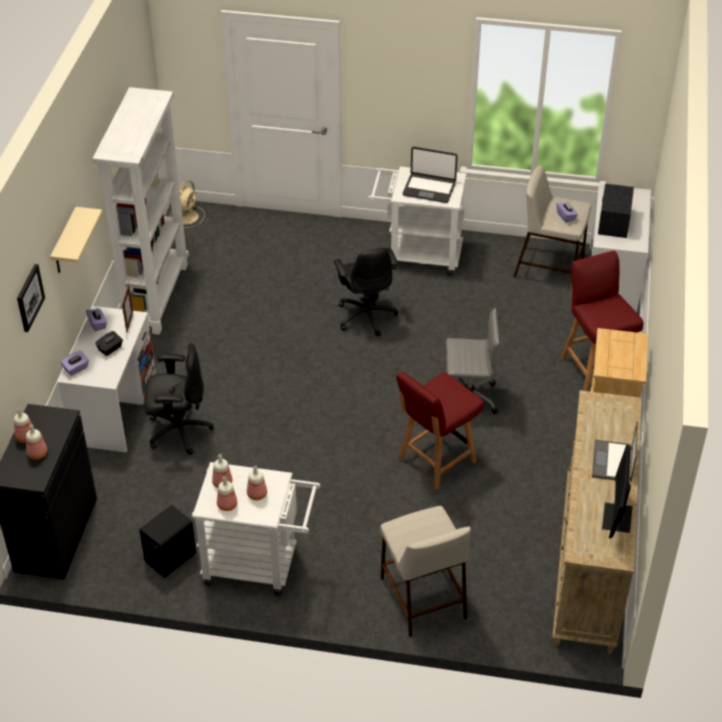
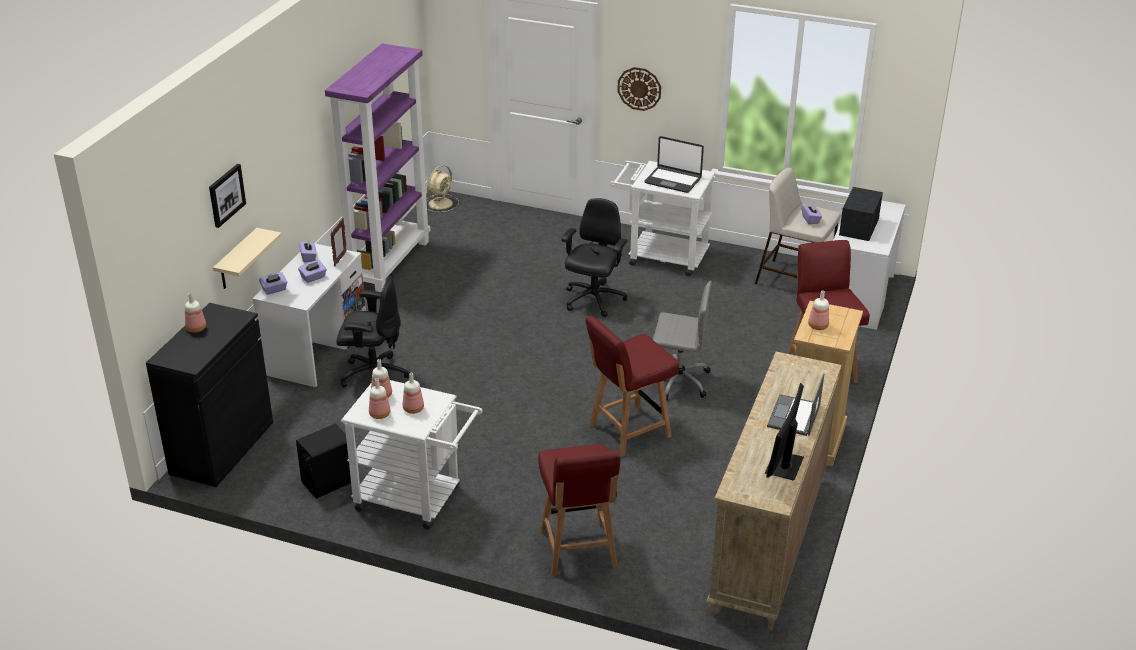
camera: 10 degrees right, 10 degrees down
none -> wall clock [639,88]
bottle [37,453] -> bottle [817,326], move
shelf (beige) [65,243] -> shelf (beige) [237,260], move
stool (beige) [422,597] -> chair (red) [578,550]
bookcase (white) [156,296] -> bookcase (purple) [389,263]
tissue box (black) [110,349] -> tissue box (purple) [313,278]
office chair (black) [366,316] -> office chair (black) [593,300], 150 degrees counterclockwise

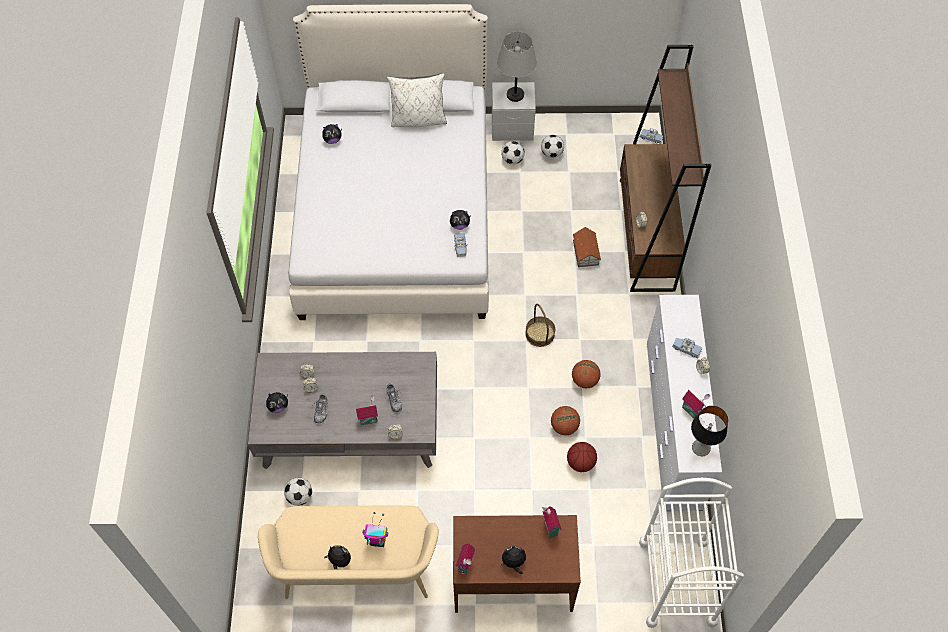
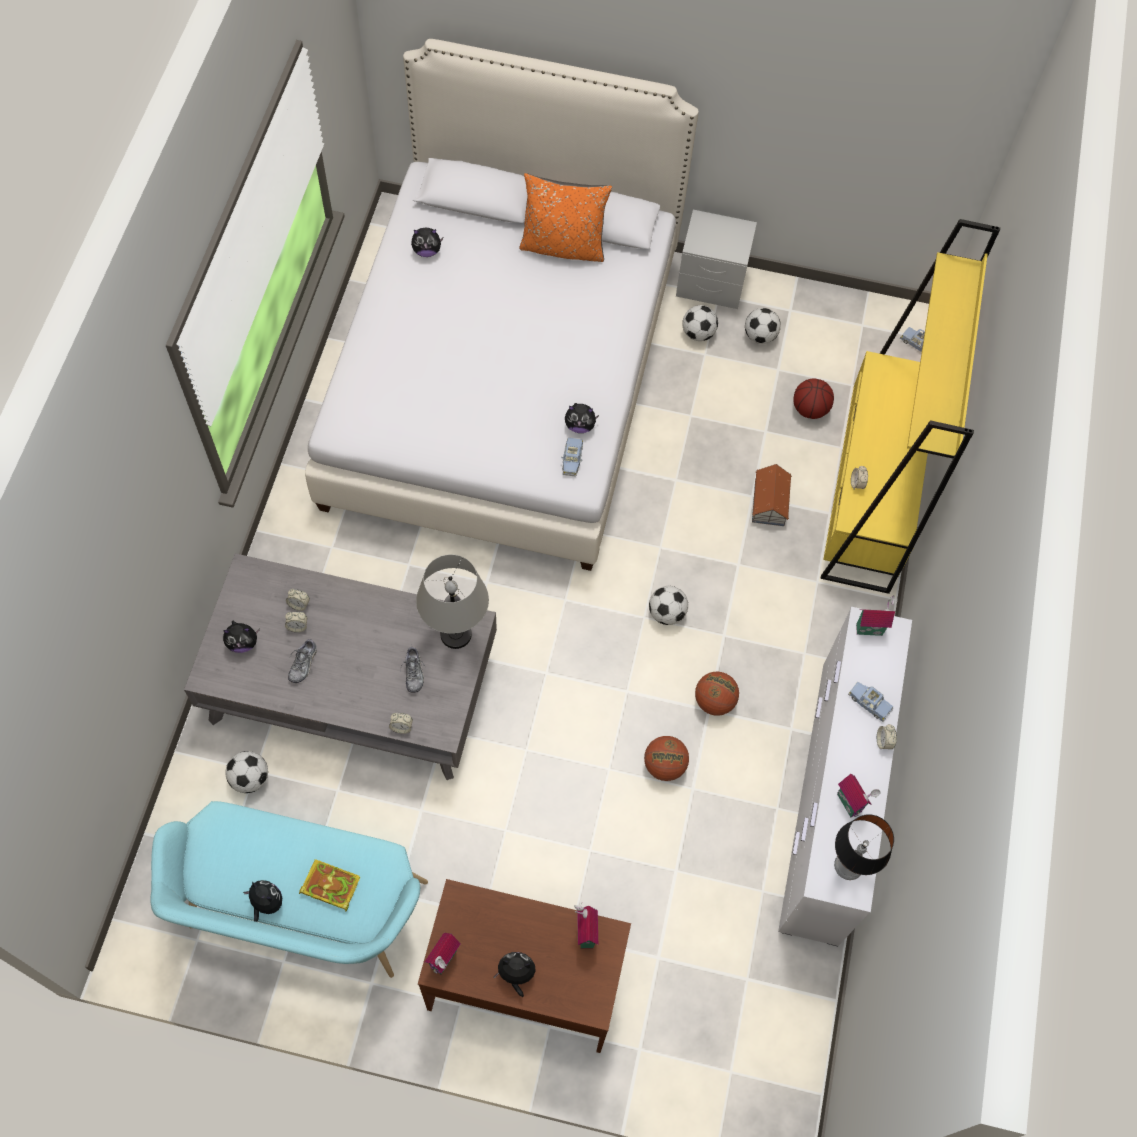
camera: 10 degrees right, 5 degrees up
cart (white) [677,581] -> none
toy house [368,419] -> toy house [869,628], move
table lamp (grey) [515,95] -> table lamp (grey) [455,634], move
basketball [580,462] -> basketball [809,409], move
toy robot [377,541] -> book [329,886]
basket [540,334] -> football [667,613]
bench (beige) [357,572] -> bench (turquoise) [301,913]
pillow (white) [418,119] -> pillow (orange) [563,246]
bookcase (brown) [646,234] -> bookcase (yellow) [869,494]

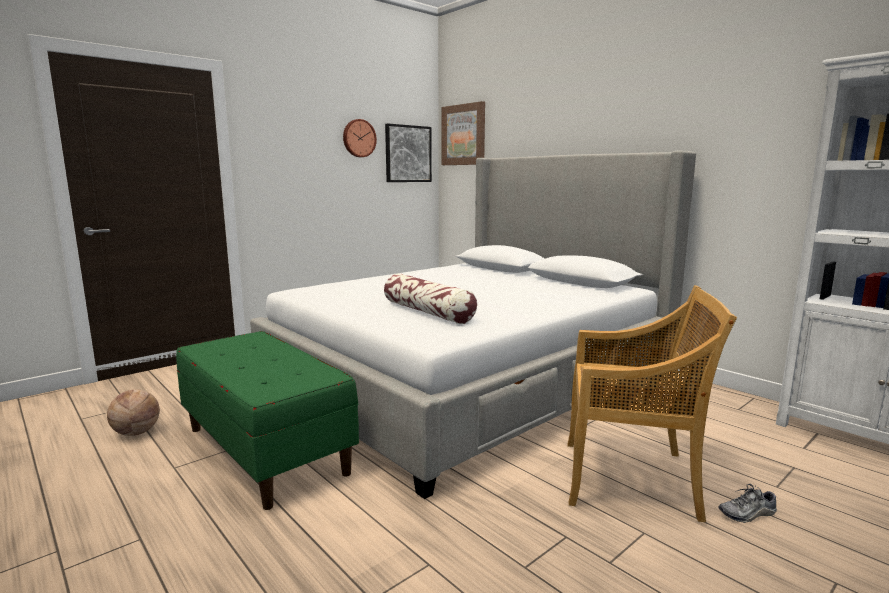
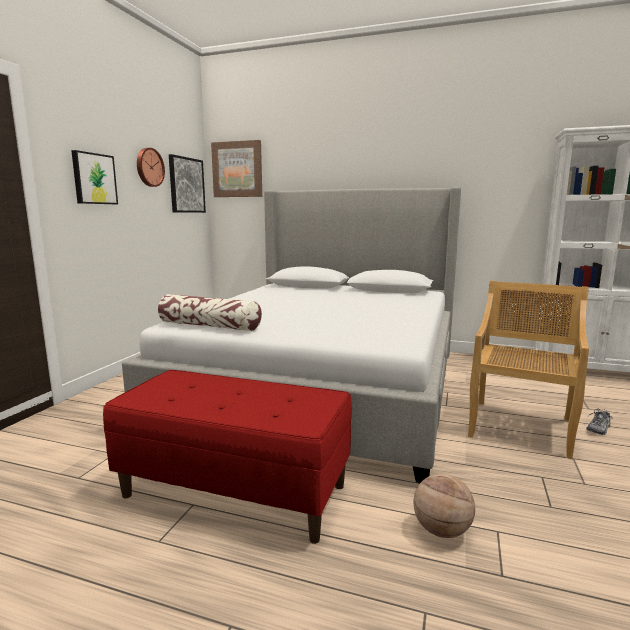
camera: 30 degrees left, 0 degrees up
none -> picture [94,179]
basketball [136,433] -> basketball [442,530], move
pillow [428,312] -> pillow [210,326], move
bench (green) [266,450] -> bench (red) [235,490]
chair (beige) [631,478] -> chair (beige) [520,426], 45 degrees counterclockwise

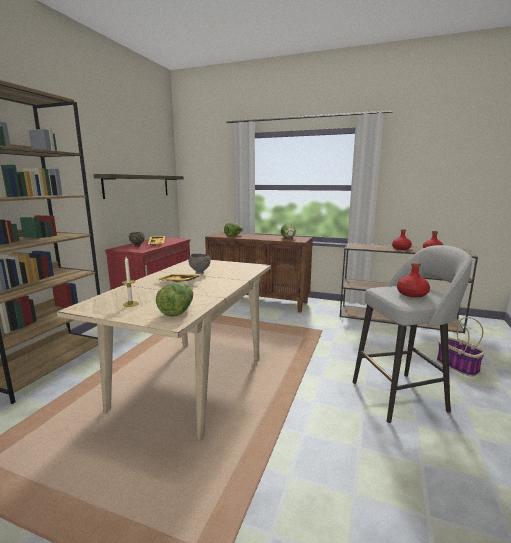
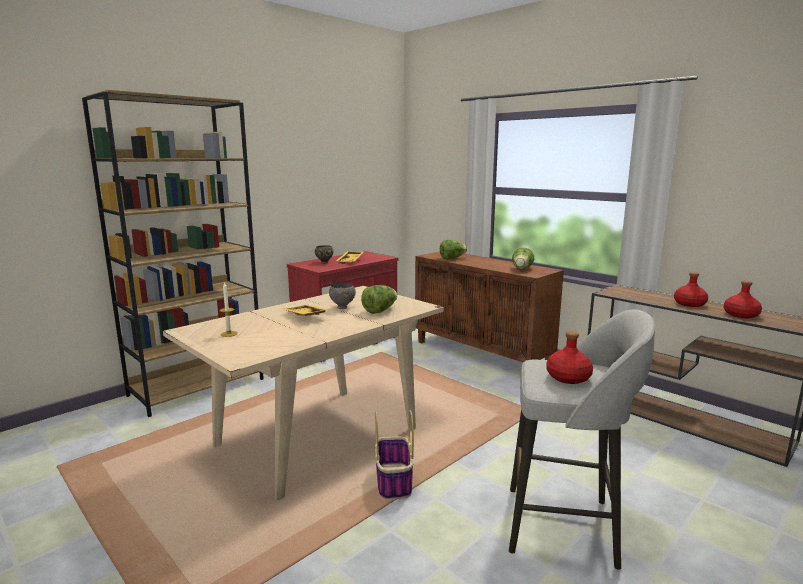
camera: 25 degrees right, 0 degrees up
shelf [138,186] -> none
lettuce [177,311] -> lettuce [380,311], move
basket [458,366] -> basket [394,482], move

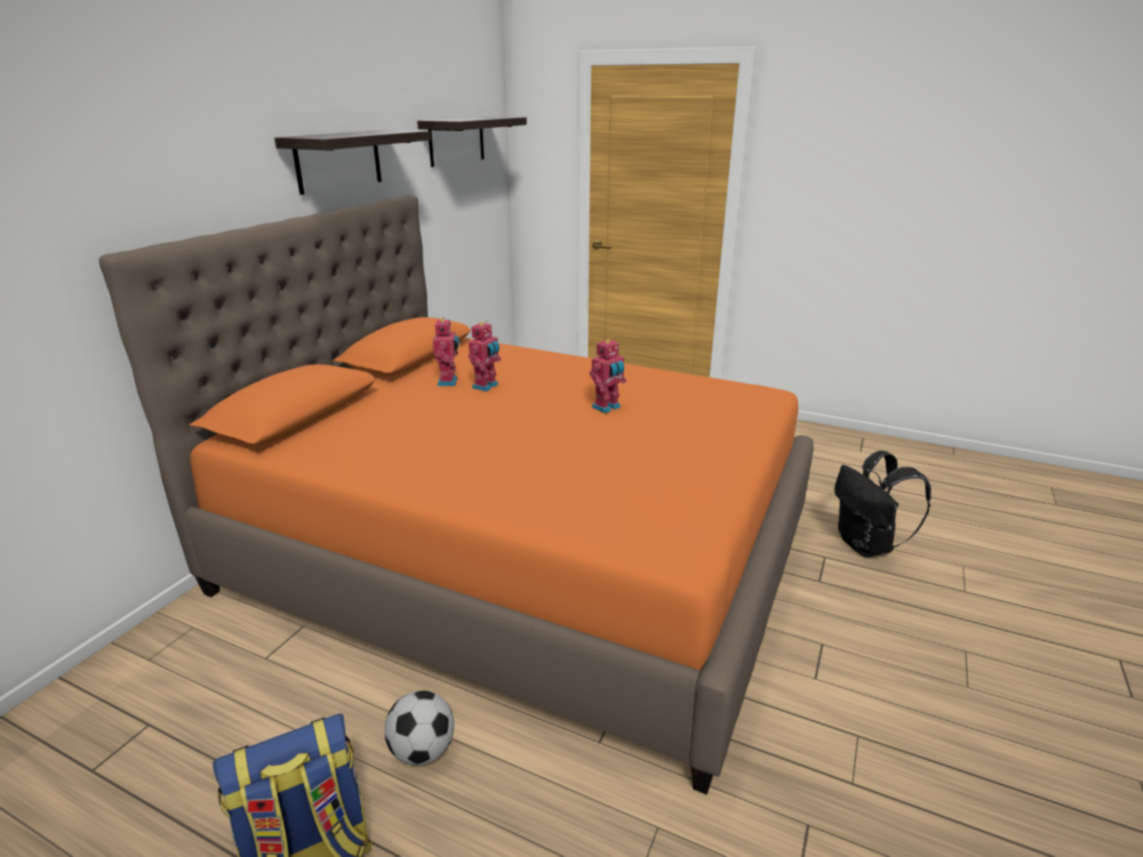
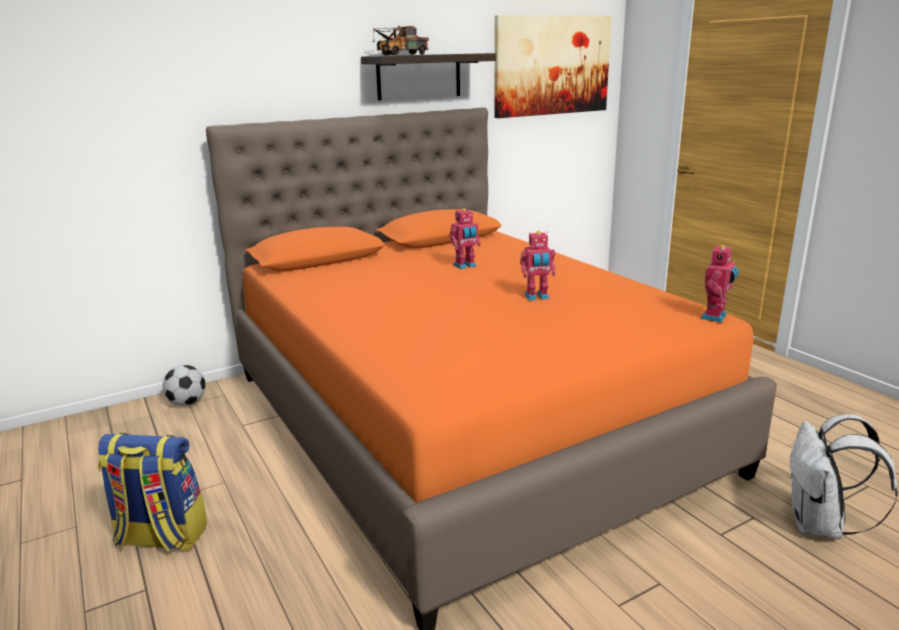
camera: 35 degrees right, 5 degrees down
none -> toy truck [399,54]
football [422,751] -> football [187,403], move
toy robot [449,382] -> toy robot [715,317], move
shelf [456,140] -> picture [552,66]
backpack (black) [867,546] -> backpack (white) [820,526]

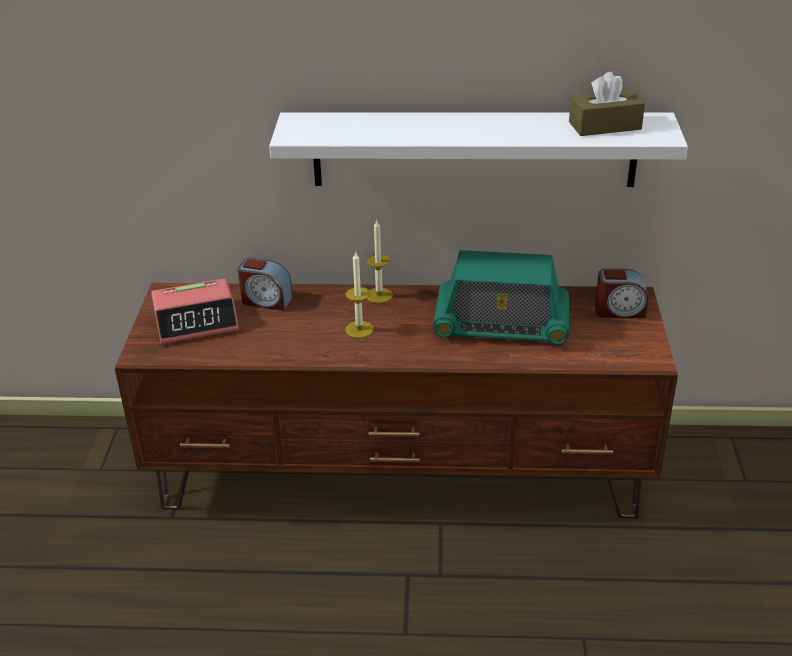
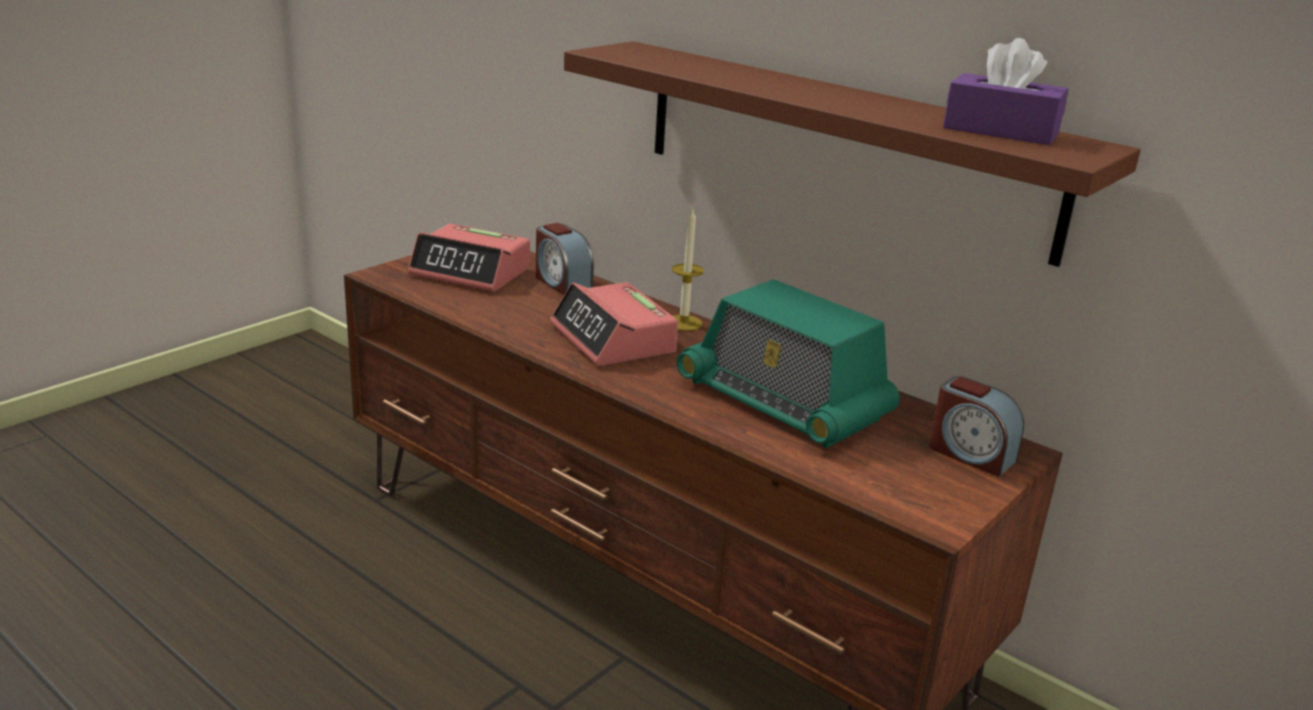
camera: 35 degrees right, 10 degrees down
candle [359,329] -> alarm clock [613,339]
shelf (white) [474,149] -> shelf (brown) [842,145]
tissue box (brown) [604,126] -> tissue box (purple) [1000,131]

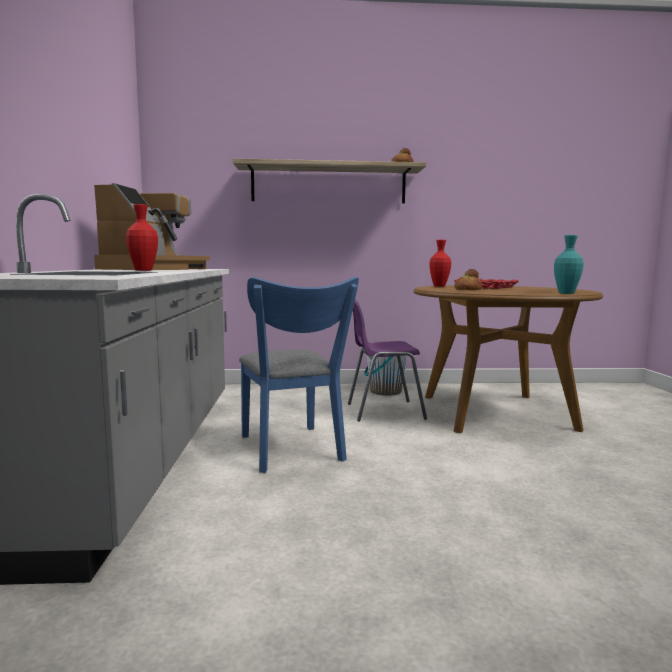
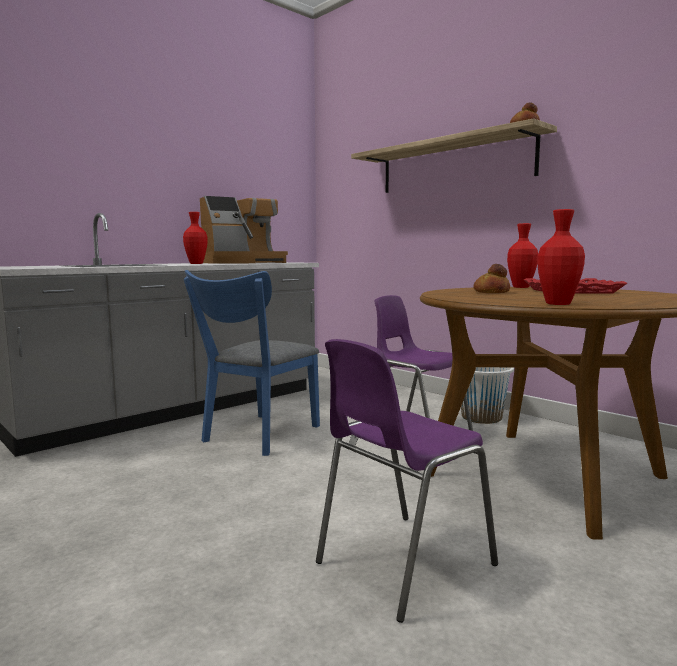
camera: 50 degrees right, 0 degrees up
none -> chair (purple) [400,564]
vase (turquoise) [566,293] -> vase (red) [558,304]

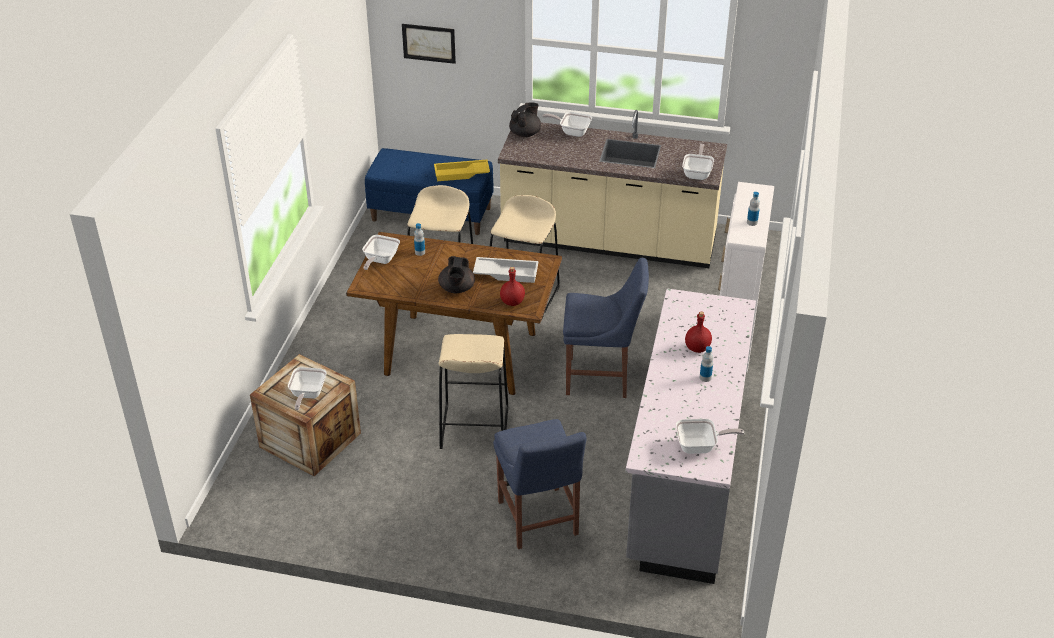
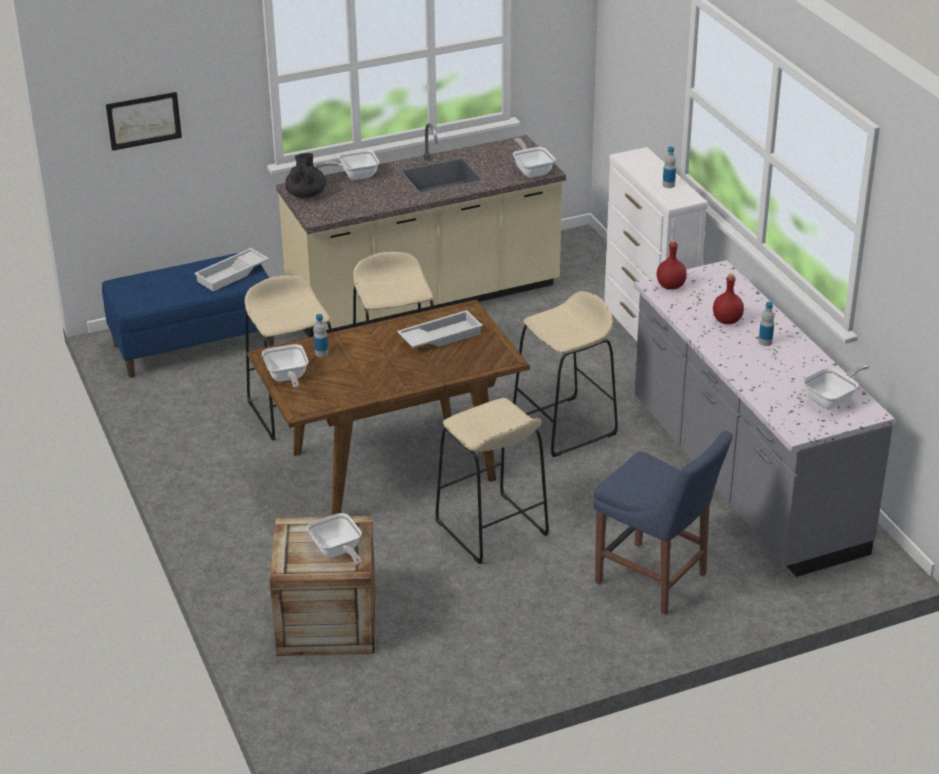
camera: 35 degrees left, 5 degrees down
teapot (black) [457,289] -> none
bottle (red) [512,302] -> bottle (red) [670,286], move
chair (blue) [601,378] -> stool (beige) [564,426]
tray (yellow) [461,174] -> tray (white) [232,274]

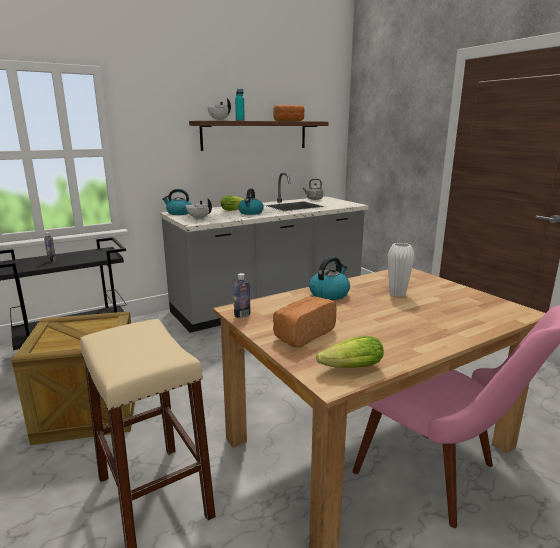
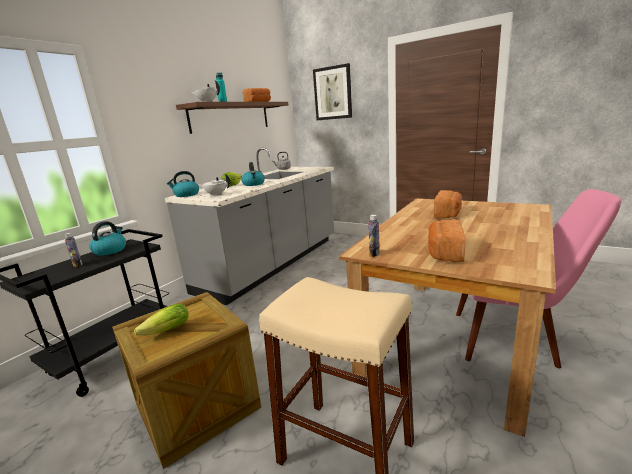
camera: 25 degrees left, 0 degrees up
none -> picture [333,93]
kettle [329,294] -> kettle [110,250], move
lettuce [348,369] -> lettuce [164,332], move
vase (white) [397,294] -> bread [448,214]

